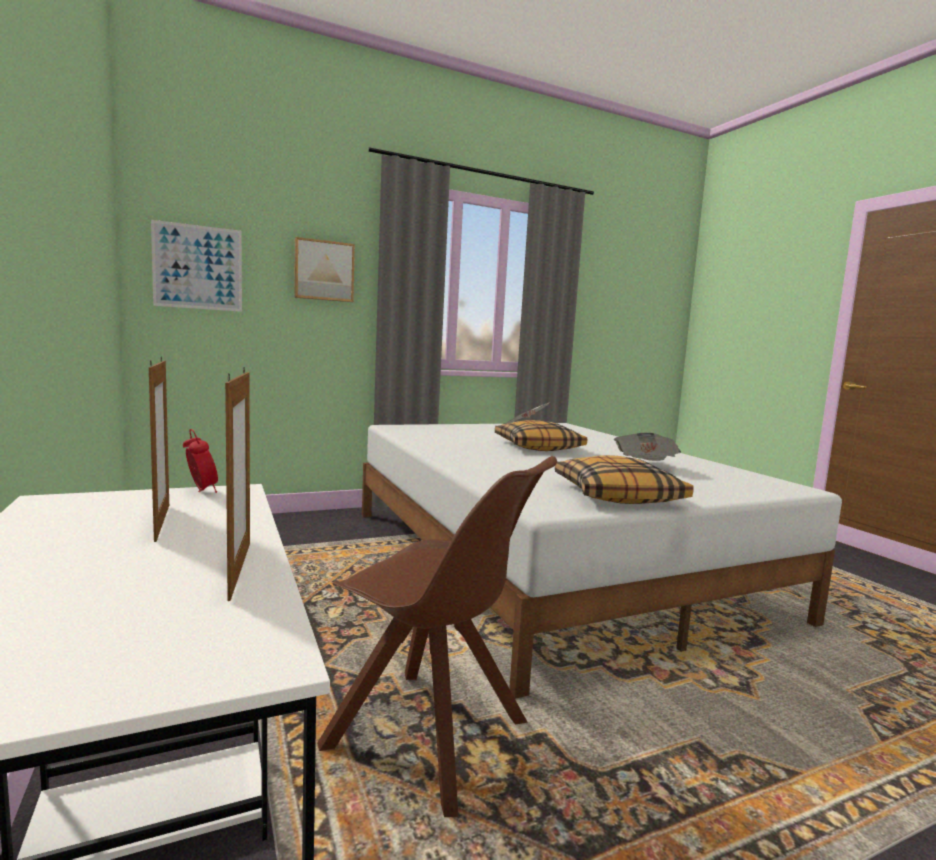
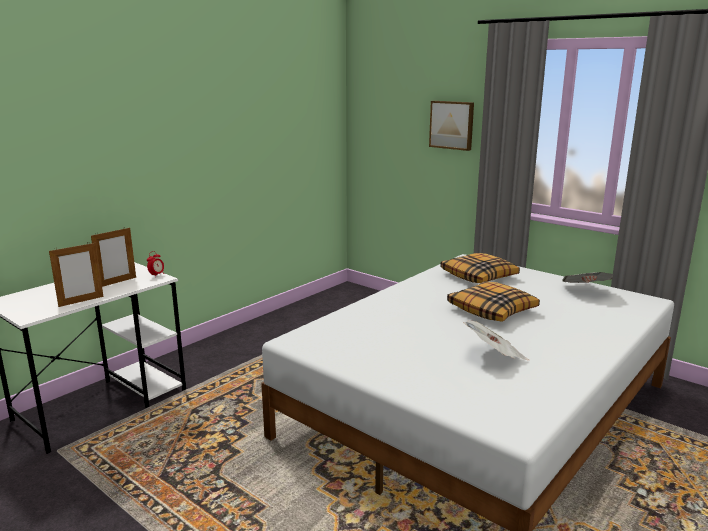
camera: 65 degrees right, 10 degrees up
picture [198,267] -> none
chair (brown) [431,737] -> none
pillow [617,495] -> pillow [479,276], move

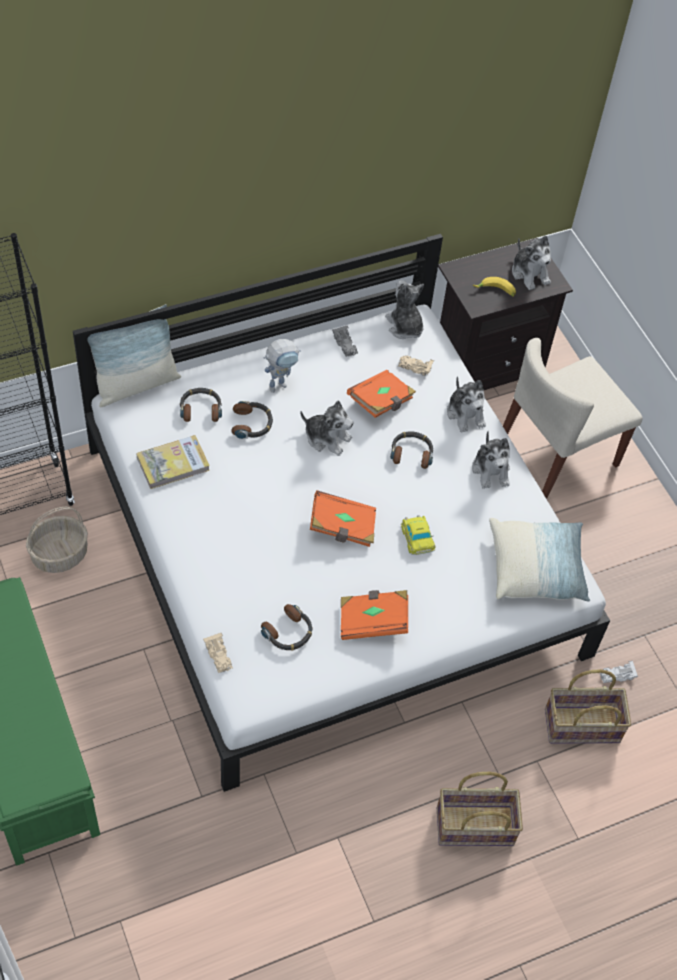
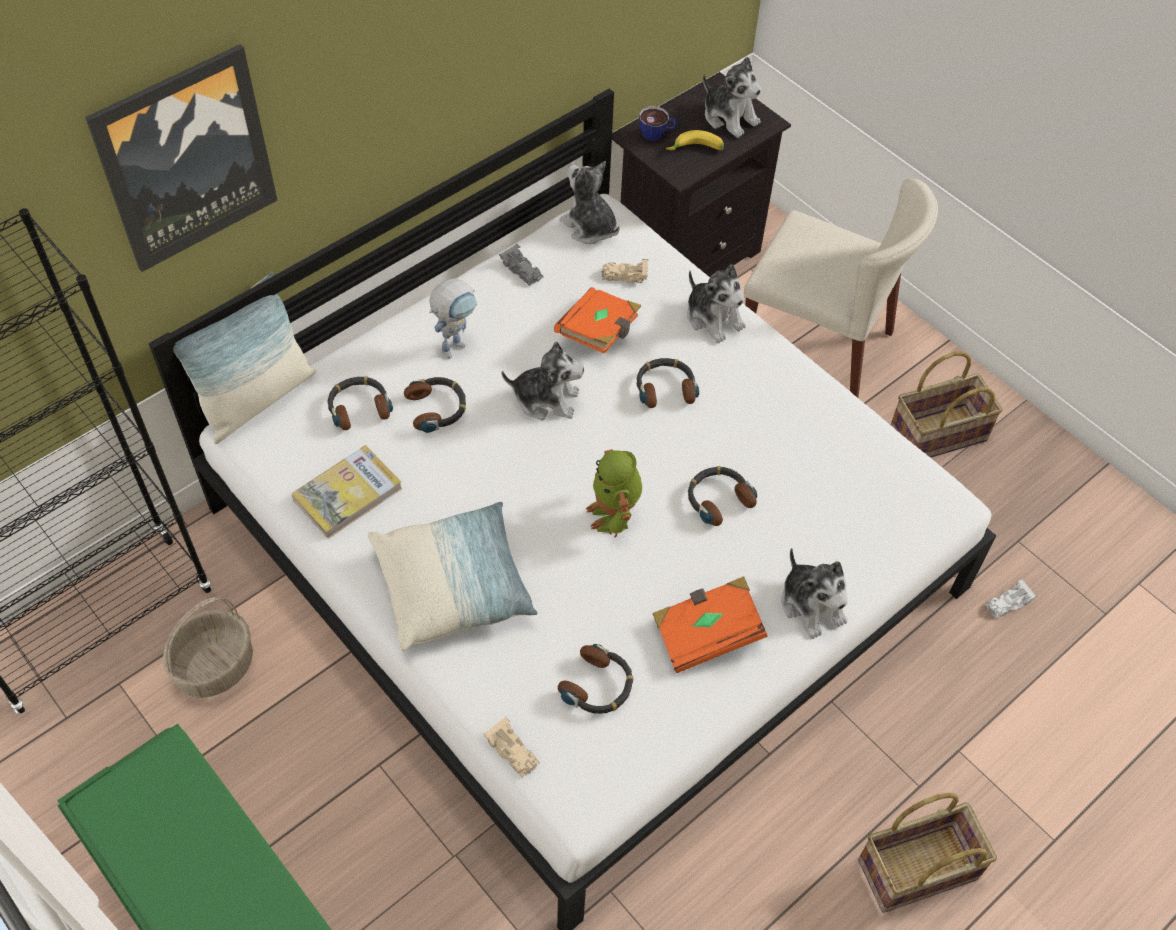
camera: 15 degrees left, 0 degrees up
none -> picture [186,158]
none -> cup [657,134]
plush toy [491,470] -> plush toy [811,605], move
pillow [536,568] -> pillow [453,586], move
basket [581,727] -> basket [938,436], move
book (orange) [342,527] -> toy robot [614,515]
toy car [417,537] -> headphones [718,499]
chair (beige) [557,455] -> chair (beige) [817,345], 105 degrees counterclockwise

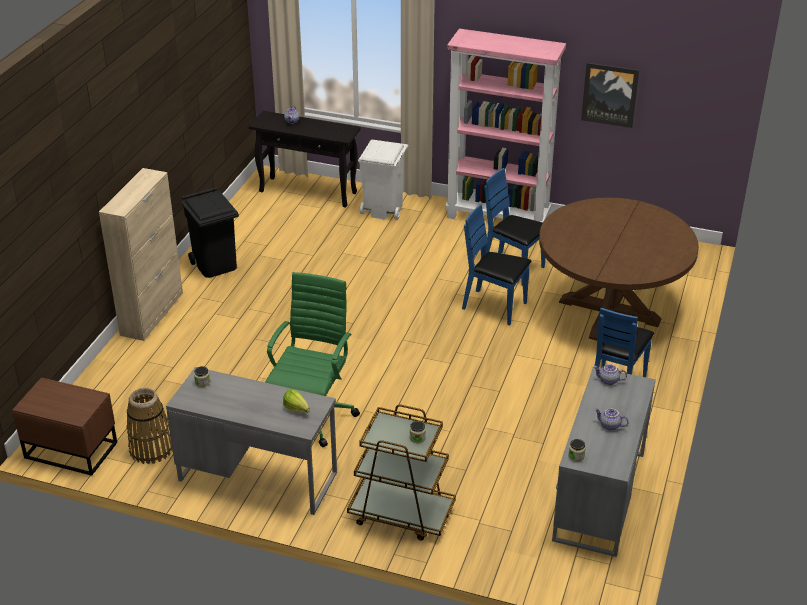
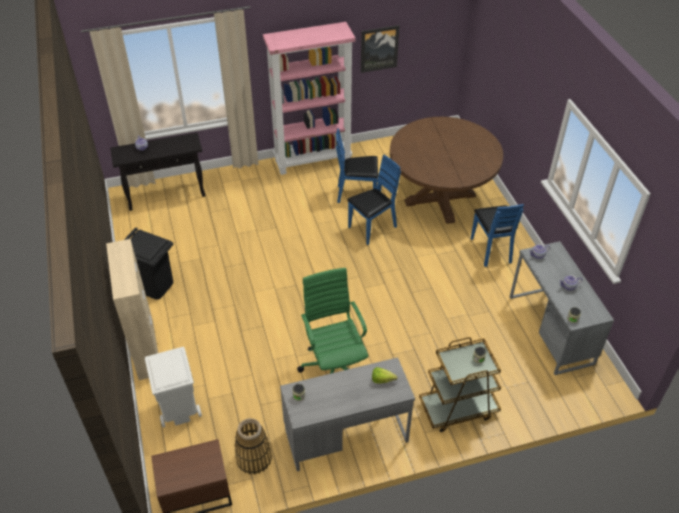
camera: 35 degrees left, 10 degrees up
trash can (white) [383,209] -> trash can (white) [179,409], move
chair (blue) [494,307] -> chair (blue) [372,228], 150 degrees clockwise

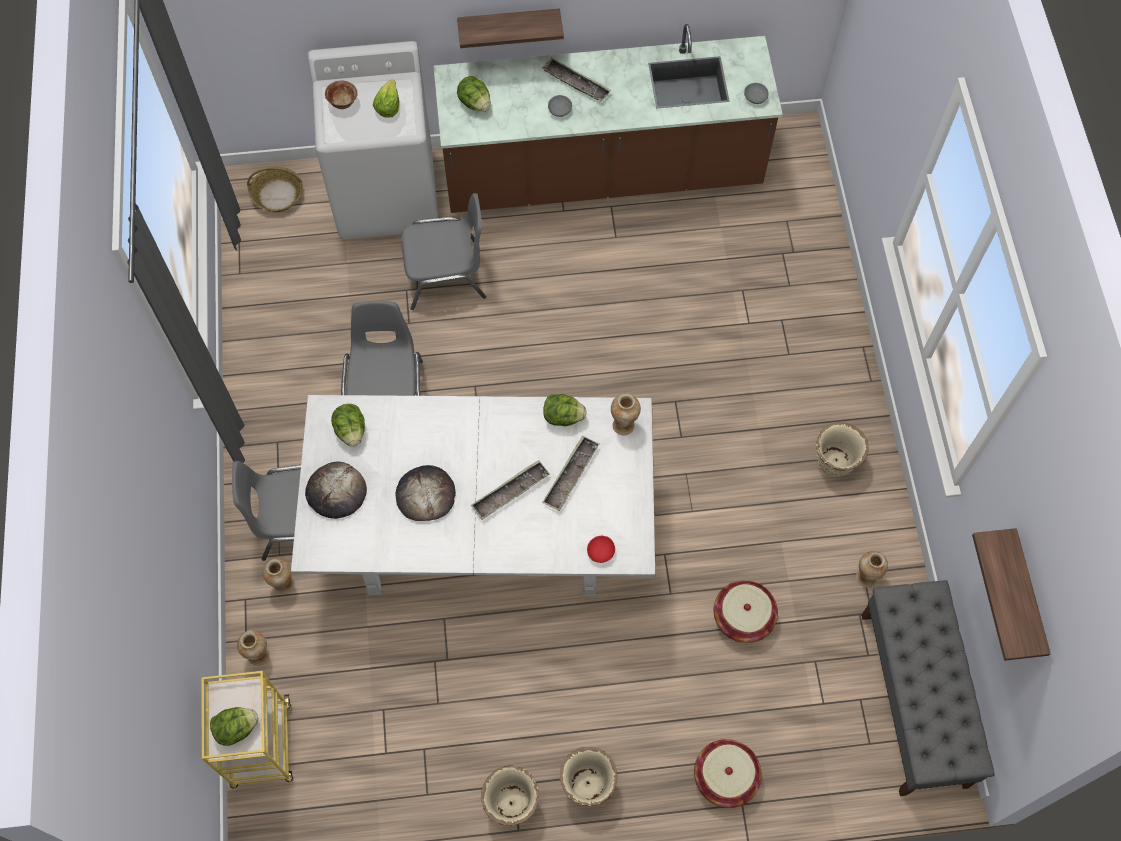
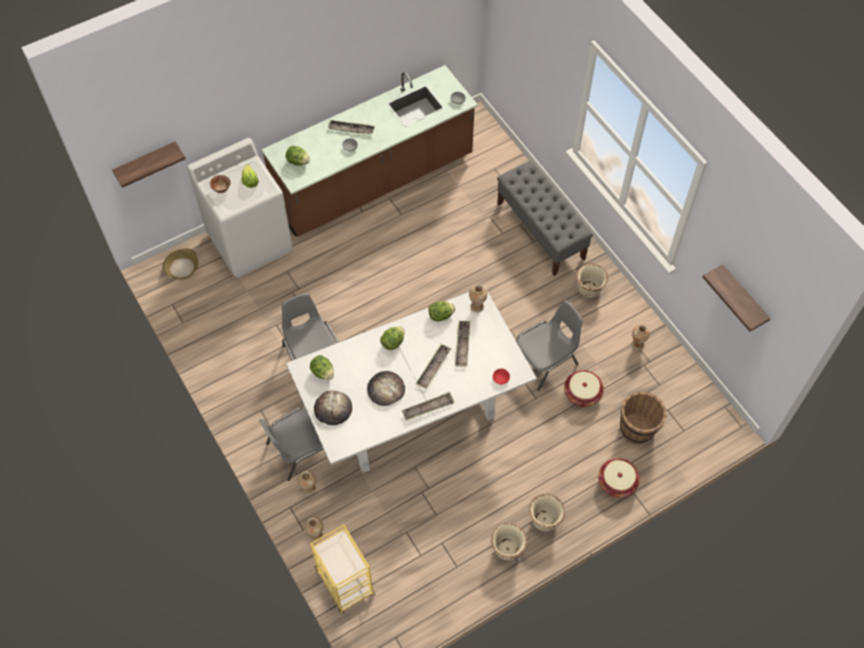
camera: 25 degrees left, 5 degrees down
none -> tray [428,408]
none -> bucket (brown) [637,428]
lettuce [236,729] -> lettuce [393,342], move
chair (grey) [446,275] -> chair (grey) [545,360], move
shelf [509,26] -> shelf [146,163], move
bench (grey) [913,700] -> bench (grey) [541,231], move

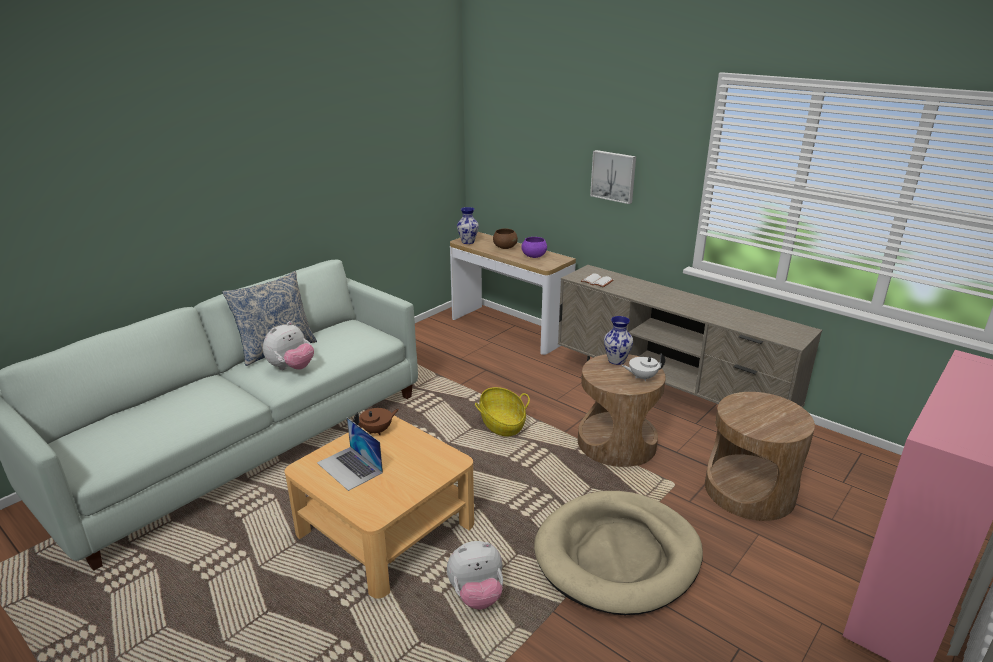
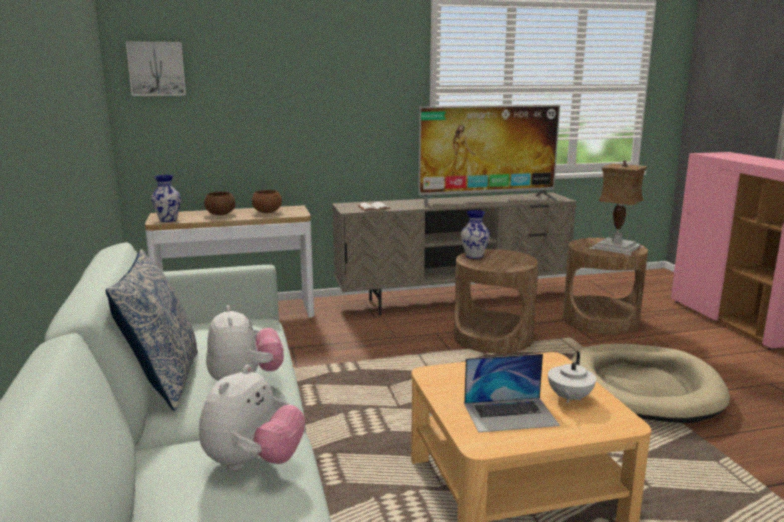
camera: 55 degrees left, 10 degrees down
teapot (brown) [377,431] -> none
basket [502,424] -> none
none -> television [487,200]
none -> table lamp [614,247]
plush toy [476,595] -> plush toy [253,463], move
picture [614,176] -> picture [156,69], move
teapot (white) [642,377] -> teapot (white) [569,398], move
bowl (purple) [534,256] -> bowl (brown) [267,212]

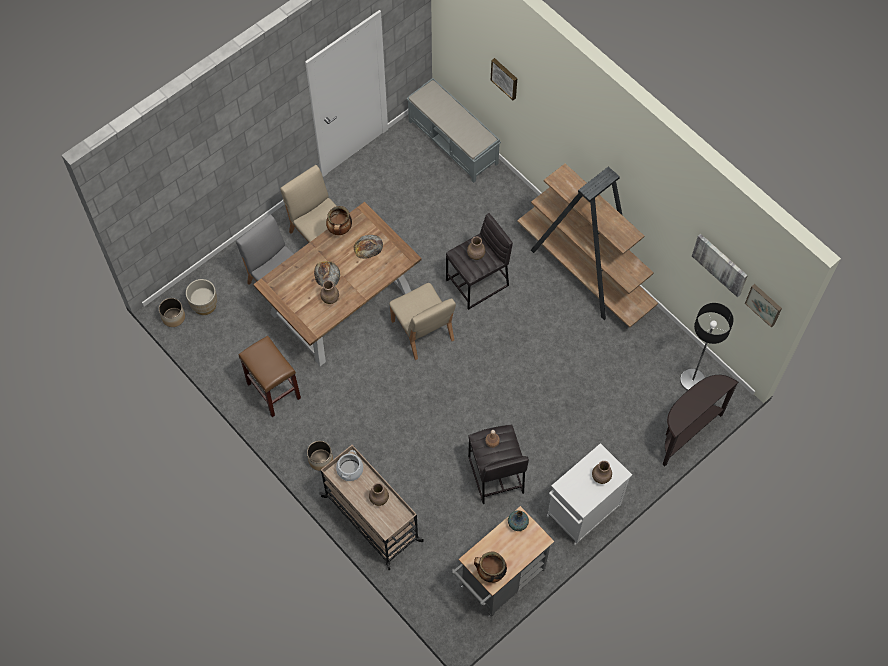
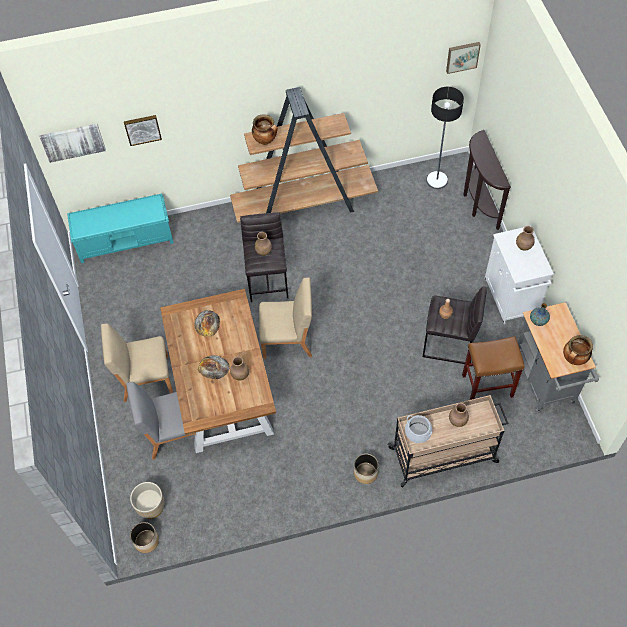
camera: 60 degrees left, 5 degrees down
stool (brown) [274,391] -> stool (brown) [488,385], move
cooking pot [340,230] -> cooking pot [265,140], move
picture [720,264] -> picture [73,141], move
bench (grey) [453,143] -> bench (turquoise) [126,240]

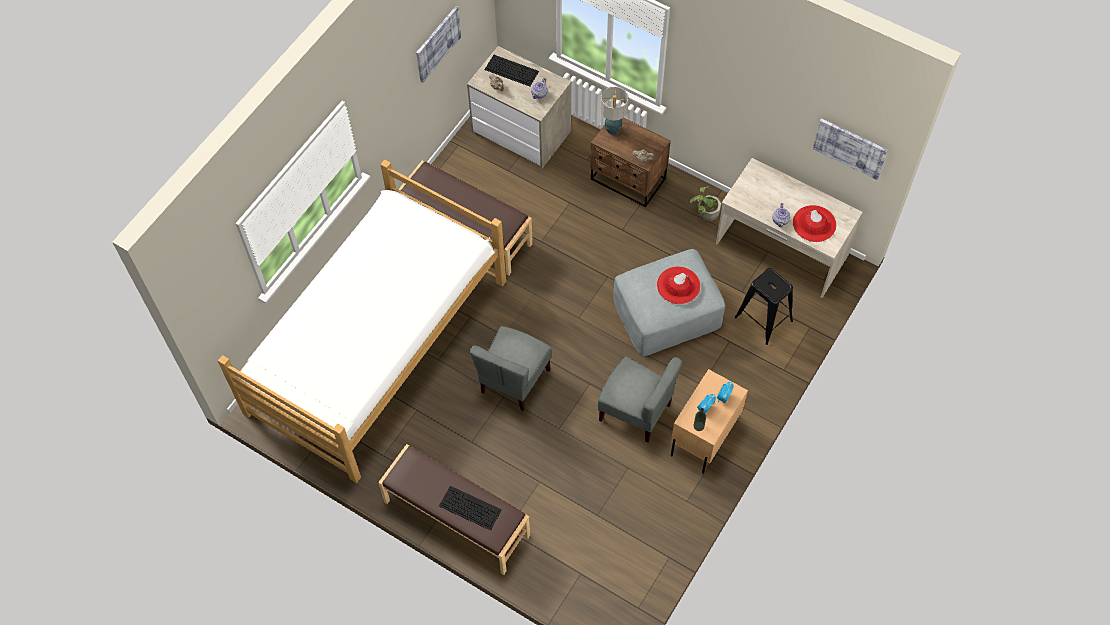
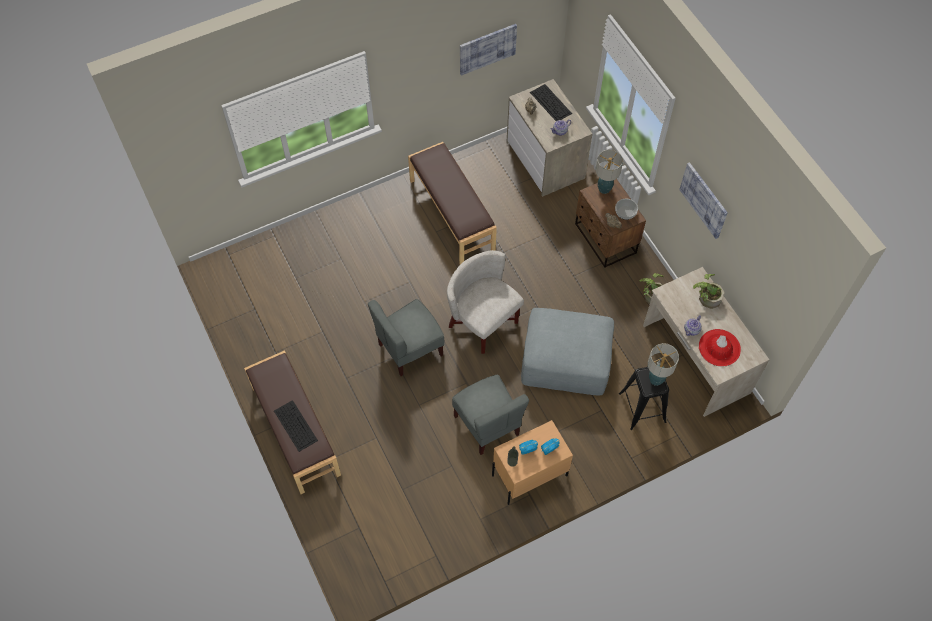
camera: 30 degrees right, 0 degrees up
bed [376,346] -> none
hat (red) [678,285] -> none
none -> armchair (white) [483,323]
none -> bowl [625,212]
none -> table lamp [656,380]
none -> potted plant [706,298]
picture [850,148] -> picture [704,200], move

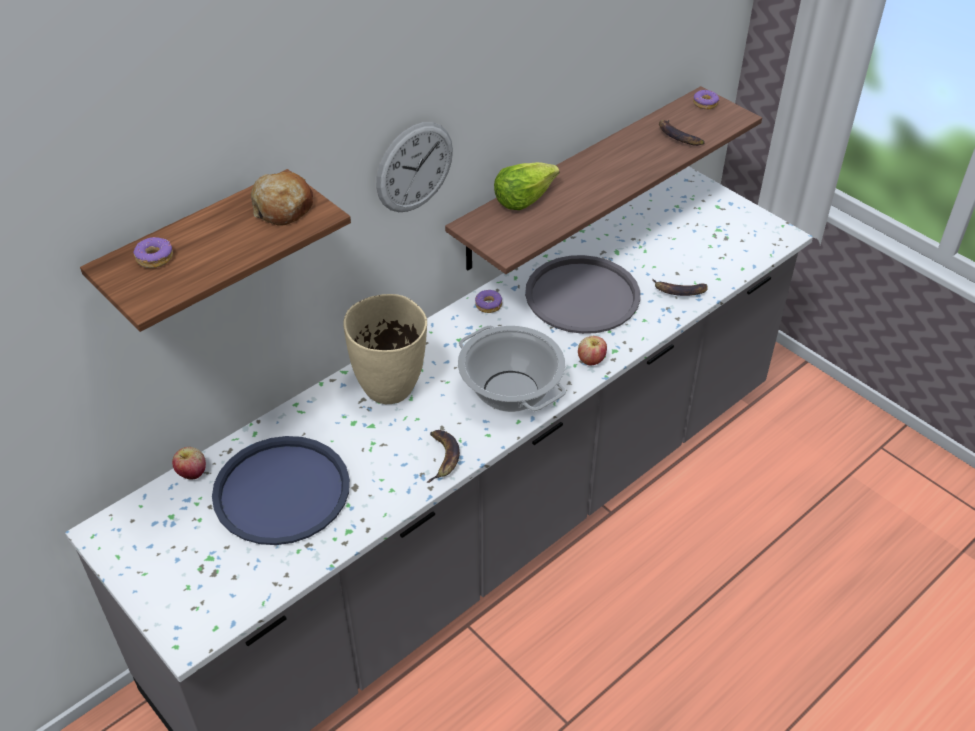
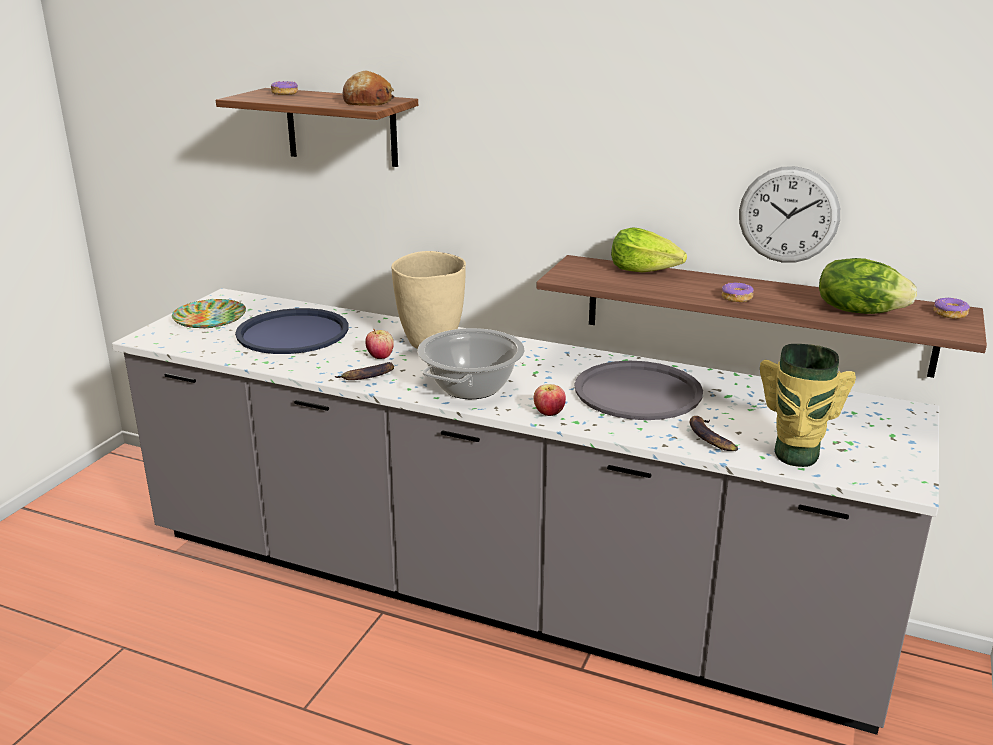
camera: 65 degrees right, 20 degrees down
none -> plate [210,319]
none -> vase [795,455]
apple [192,473] -> apple [380,356], move
wall clock [414,167] -> wall clock [788,215], move
donut [488,305] -> donut [736,298], move
banana [677,137] -> lettuce [859,311]

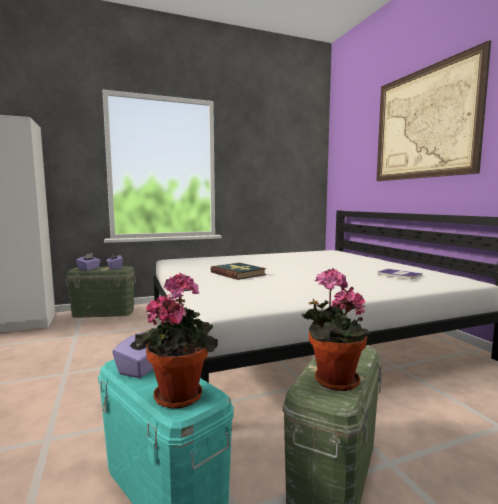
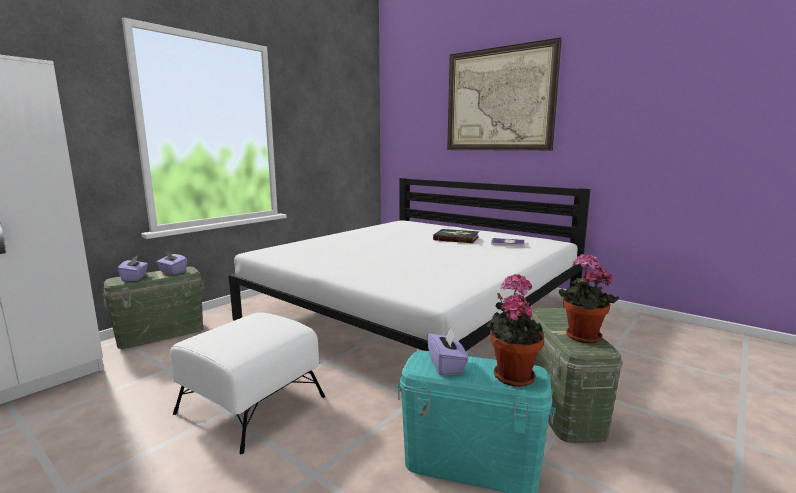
camera: 30 degrees left, 5 degrees up
none -> ottoman (white) [250,405]
book [238,273] -> book [456,238], move

